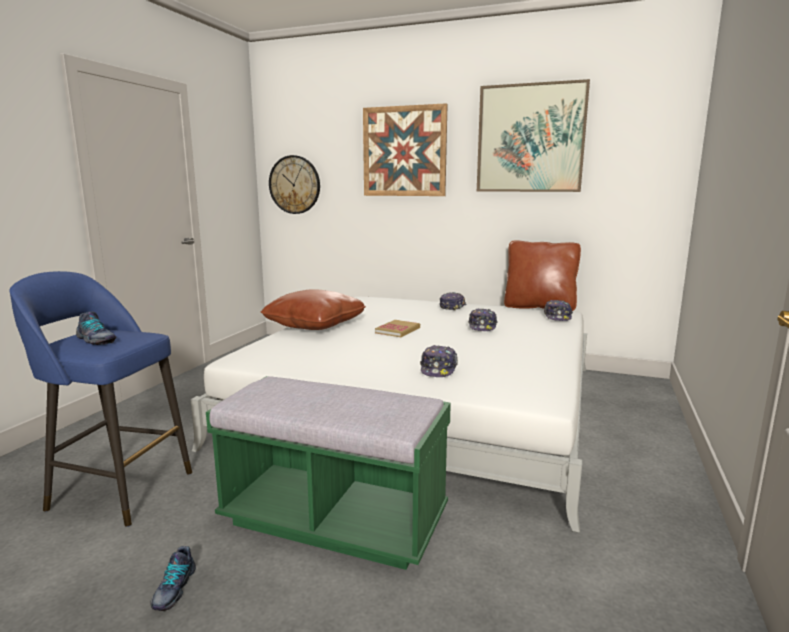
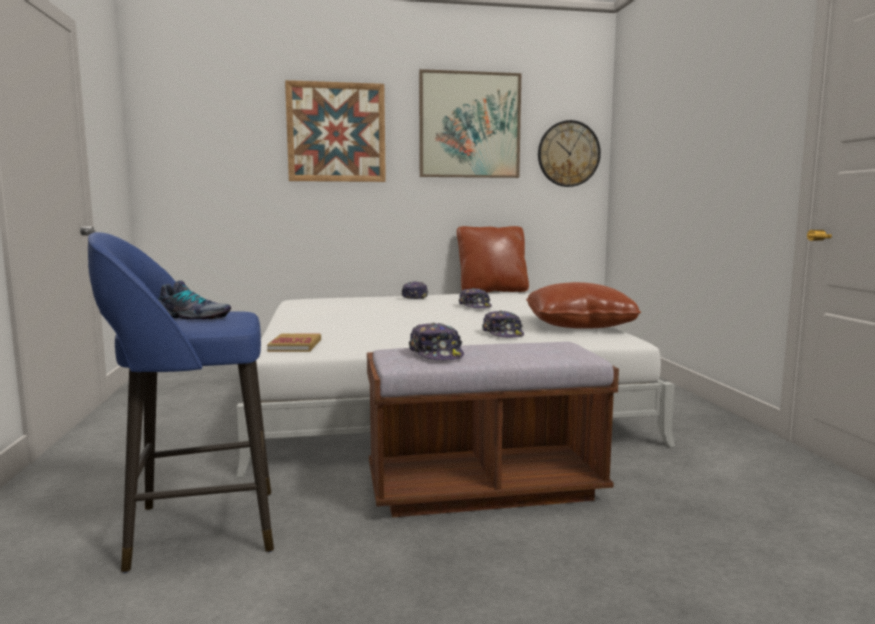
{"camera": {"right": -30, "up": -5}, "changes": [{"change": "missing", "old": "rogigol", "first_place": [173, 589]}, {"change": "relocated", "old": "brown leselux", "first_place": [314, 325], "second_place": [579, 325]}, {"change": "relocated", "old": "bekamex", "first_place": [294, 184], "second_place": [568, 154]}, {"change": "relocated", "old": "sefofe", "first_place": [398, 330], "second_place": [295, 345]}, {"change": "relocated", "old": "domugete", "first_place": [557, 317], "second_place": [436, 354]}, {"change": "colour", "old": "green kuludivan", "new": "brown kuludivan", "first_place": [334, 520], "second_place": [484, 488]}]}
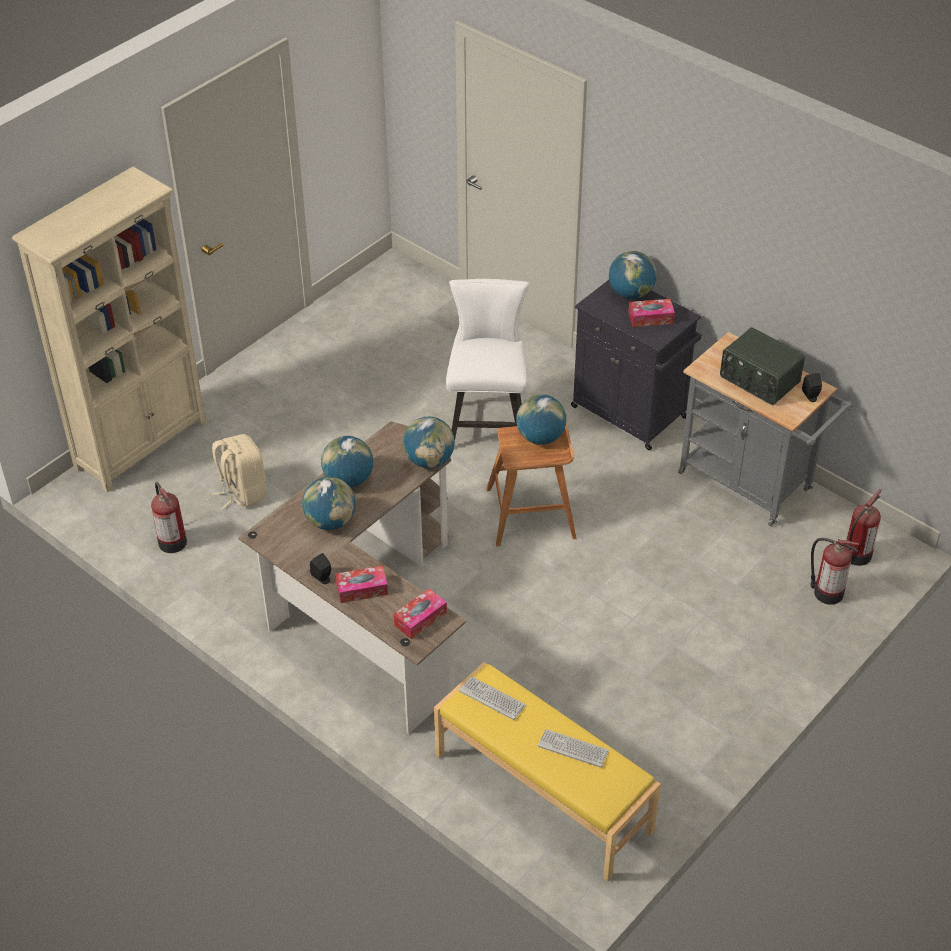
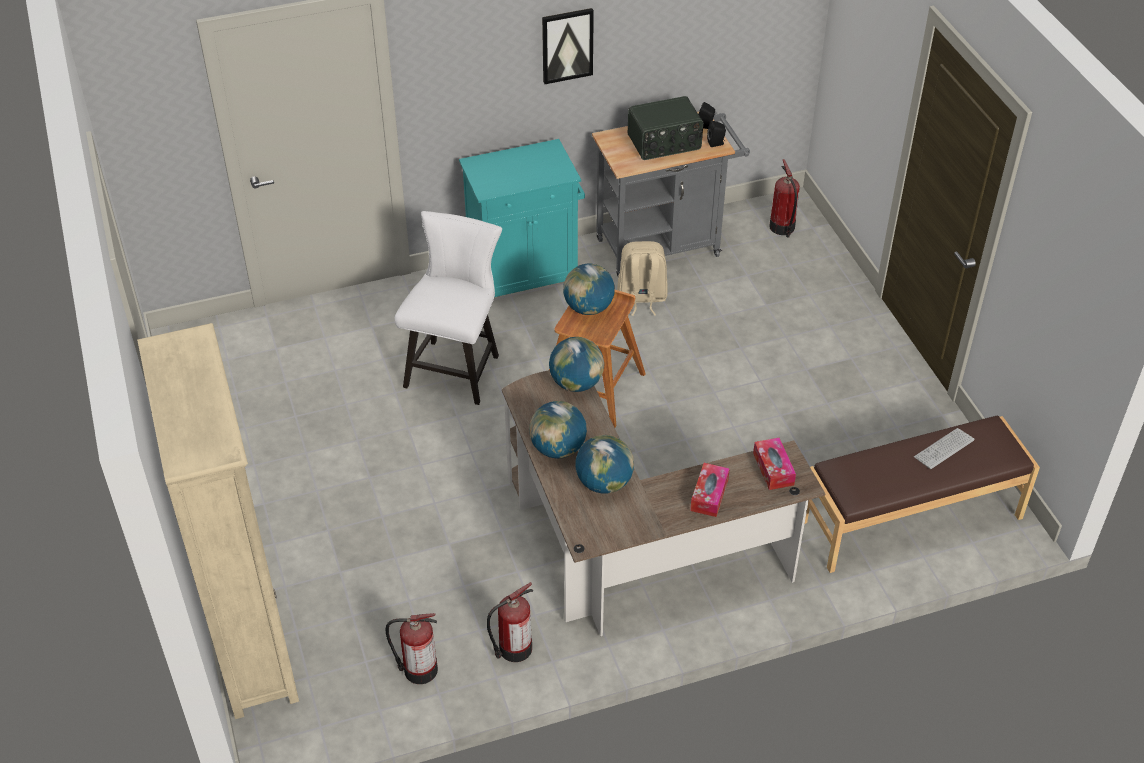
{"camera": {"right": -60, "up": 0}, "changes": [{"change": "missing", "old": "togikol", "first_place": [492, 698]}, {"change": "missing", "old": "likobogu", "first_place": [631, 293]}, {"change": "missing", "old": "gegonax", "first_place": [650, 318]}, {"change": "appeared", "new": "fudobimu", "second_place": [567, 45]}, {"change": "relocated", "old": "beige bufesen", "first_place": [242, 492], "second_place": [641, 298]}, {"change": "relocated", "old": "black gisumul", "first_place": [323, 578], "second_place": [716, 143]}, {"change": "relocated", "old": "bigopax", "first_place": [826, 592], "second_place": [513, 649]}, {"change": "colour", "old": "yellow kuludivan", "new": "brown kuludivan", "first_place": [542, 793], "second_place": [911, 519]}, {"change": "colour", "old": "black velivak", "new": "turquoise velivak", "first_place": [631, 413], "second_place": [525, 274]}, {"change": "spun", "old": "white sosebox", "first_place": [487, 422], "second_place": [456, 367], "degrees": 75}]}
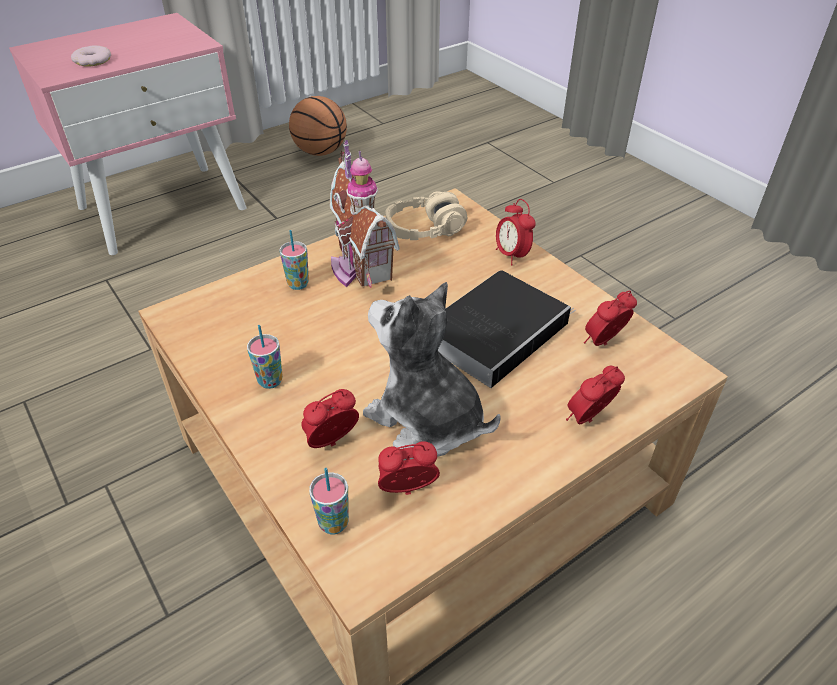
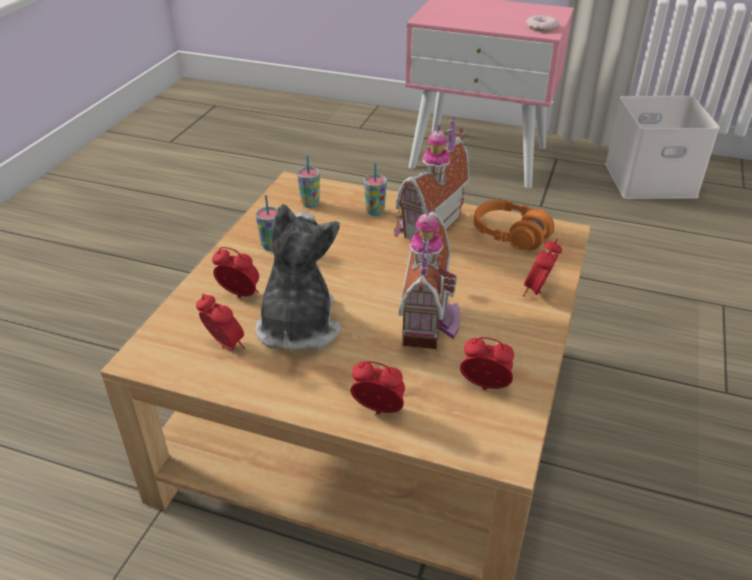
{"camera": {"right": 55, "up": -5}, "changes": [{"change": "relocated", "old": "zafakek", "first_place": [93, 61], "second_place": [541, 27]}, {"change": "relocated", "old": "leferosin", "first_place": [333, 523], "second_place": [310, 204]}, {"change": "exchanged", "old": "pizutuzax", "new": "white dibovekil", "first_place": [320, 152], "second_place": [648, 180]}, {"change": "exchanged", "old": "sefofe", "new": "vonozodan", "first_place": [497, 331], "second_place": [431, 322]}, {"change": "colour", "old": "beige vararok", "new": "orange vararok", "first_place": [425, 229], "second_place": [511, 235]}]}
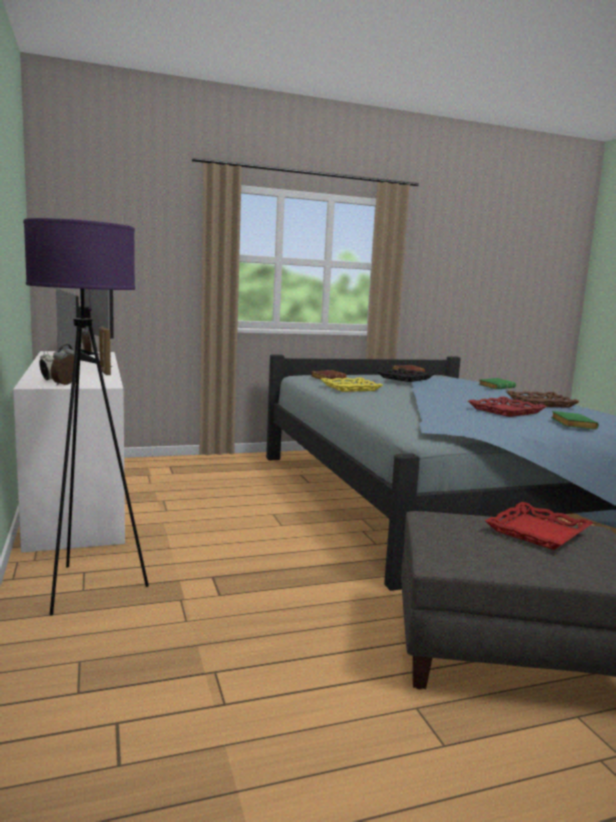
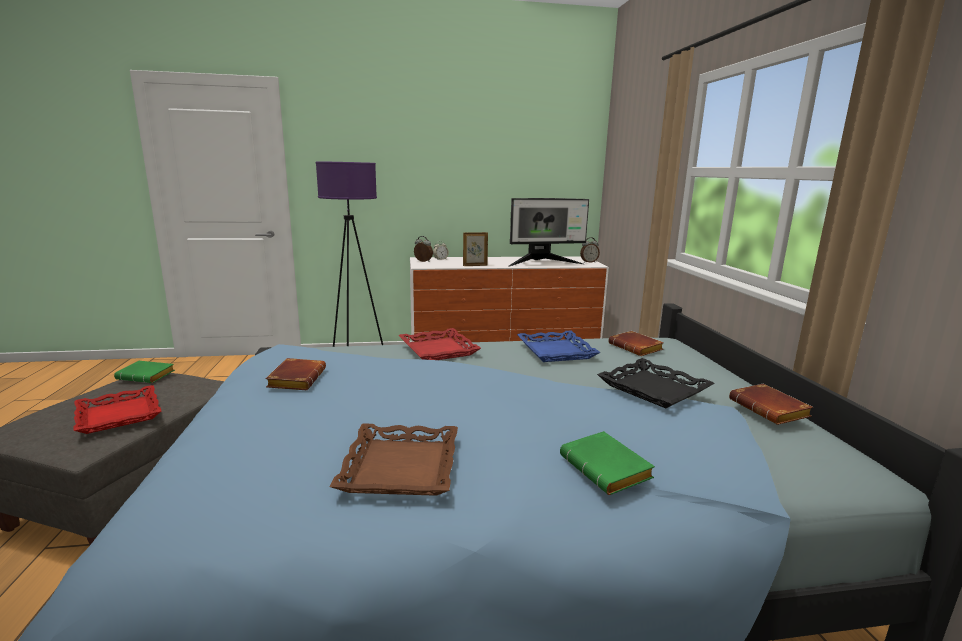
{"camera": {"right": 100, "up": 5}, "changes": [{"change": "appeared", "new": "brown sefofe", "second_place": [296, 379]}, {"change": "relocated", "old": "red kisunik", "first_place": [505, 411], "second_place": [439, 350]}, {"change": "relocated", "old": "green sefofe", "first_place": [571, 424], "second_place": [148, 376]}, {"change": "colour", "old": "yellow kisunik", "new": "blue kisunik", "first_place": [351, 388], "second_place": [555, 351]}]}
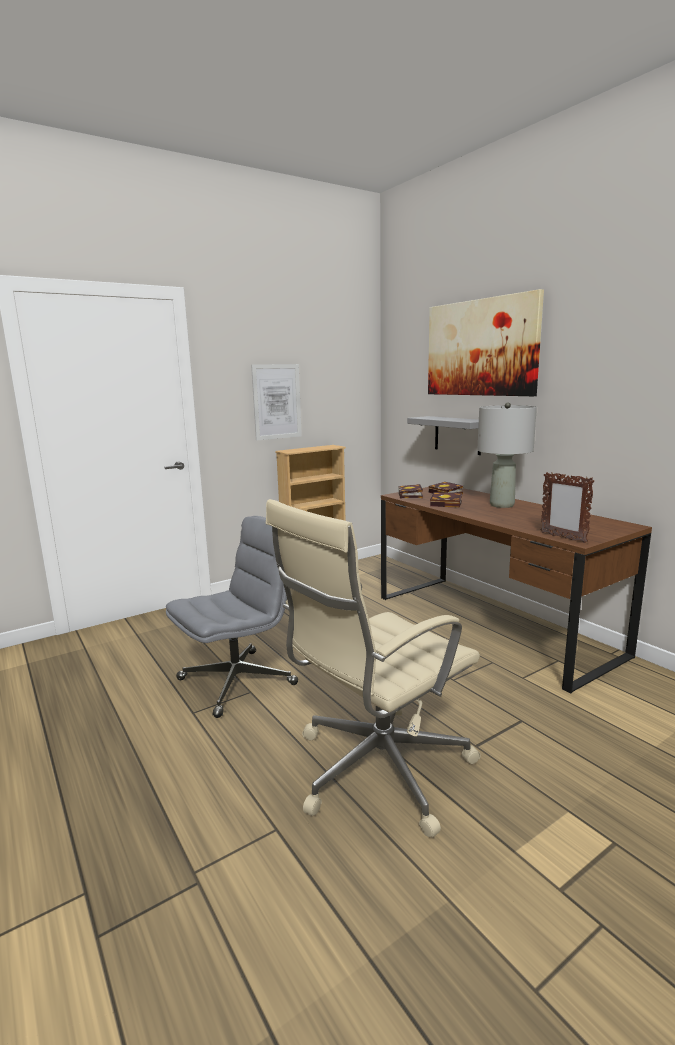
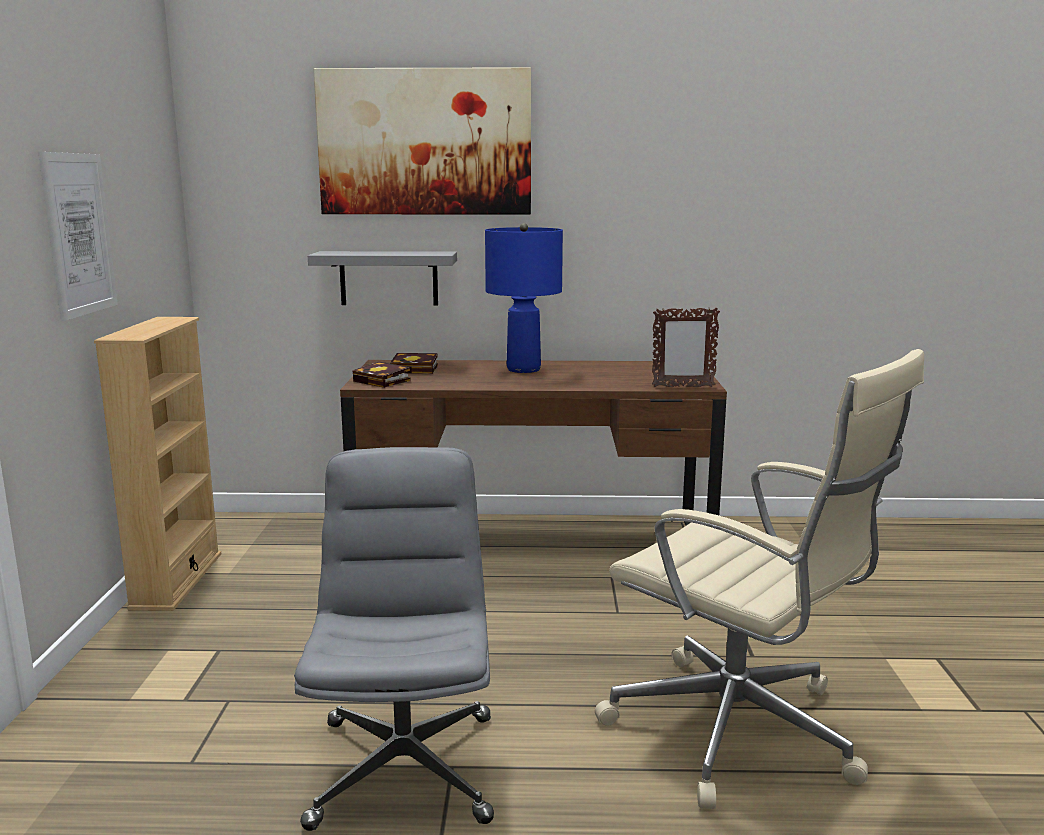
{"camera": {"right": -55, "up": 0}, "changes": [{"change": "missing", "old": "sefofe", "first_place": [447, 504]}, {"change": "colour", "old": "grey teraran", "new": "blue teraran", "first_place": [501, 505], "second_place": [523, 369]}, {"change": "spun", "old": "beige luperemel", "first_place": [376, 770], "second_place": [740, 733], "degrees": -45}]}
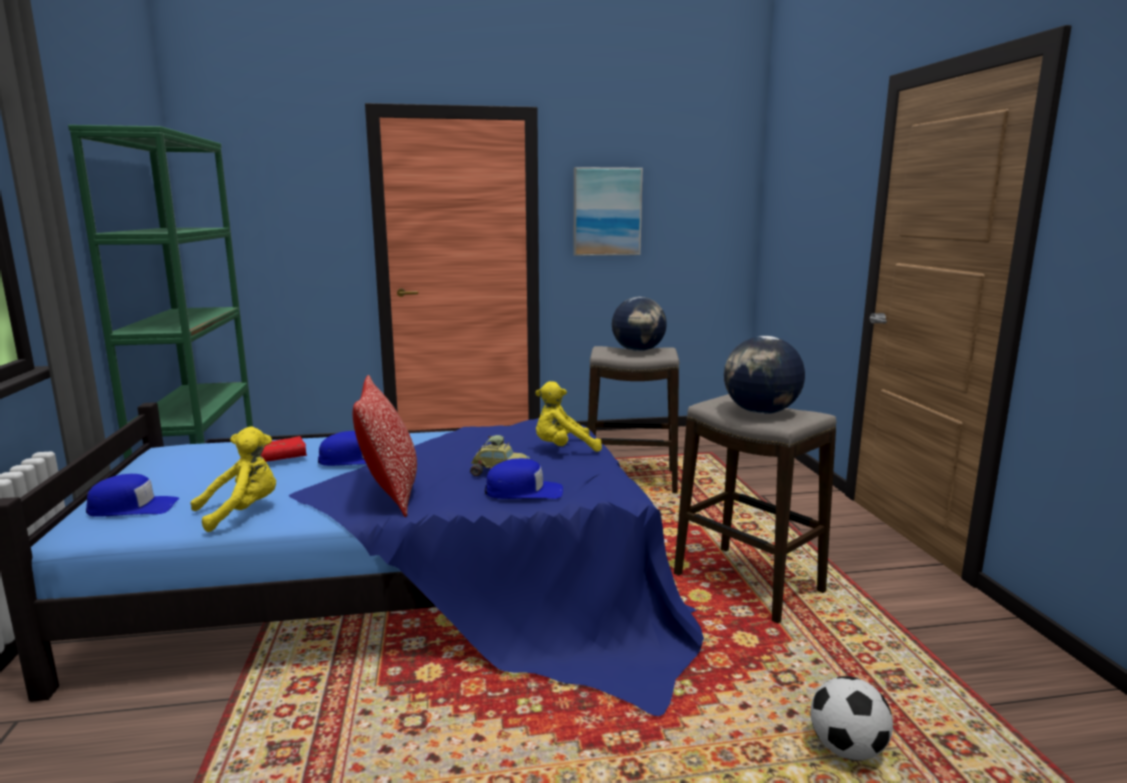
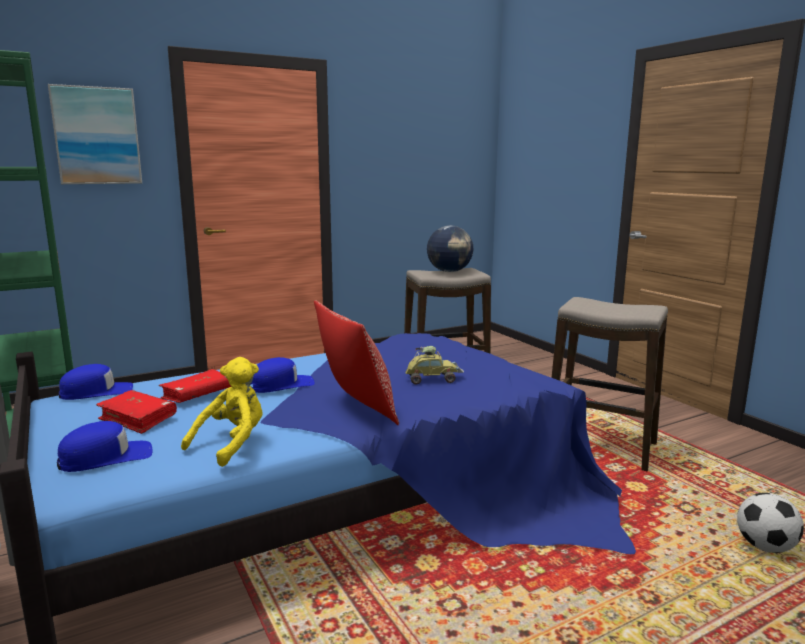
{"camera": {"right": -20, "up": 0}, "changes": [{"change": "missing", "old": "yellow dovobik", "first_place": [563, 449]}, {"change": "missing", "old": "likobogu", "first_place": [761, 412]}, {"change": "appeared", "new": "red sefofe", "second_place": [138, 419]}, {"change": "relocated", "old": "blue domugete", "first_place": [524, 491], "second_place": [97, 392]}, {"change": "relocated", "old": "fudobimu", "first_place": [607, 212], "second_place": [96, 136]}]}
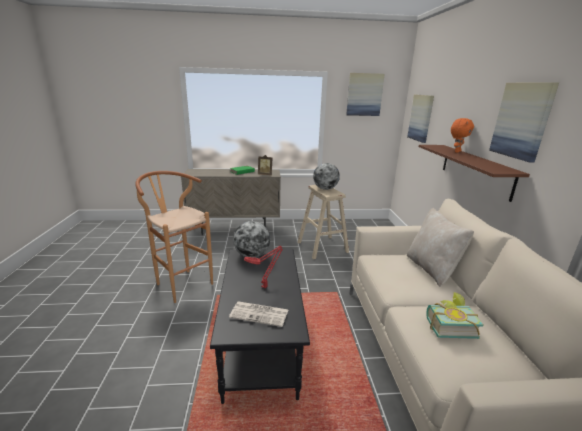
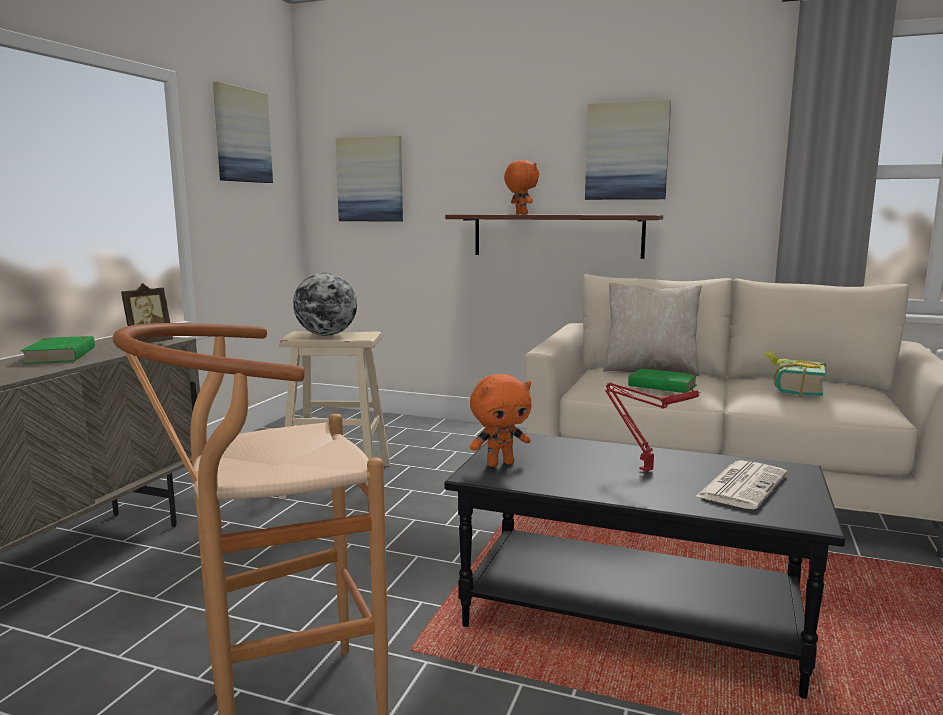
{"camera": {"right": -65, "up": -10}, "changes": [{"change": "appeared", "new": "green sefofe", "second_place": [662, 385]}, {"change": "exchanged", "old": "likobogu", "new": "orange dovobik", "first_place": [252, 255], "second_place": [500, 463]}]}
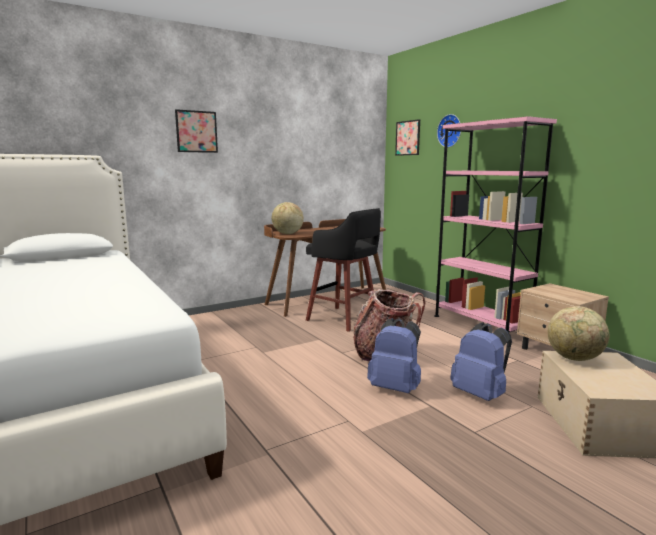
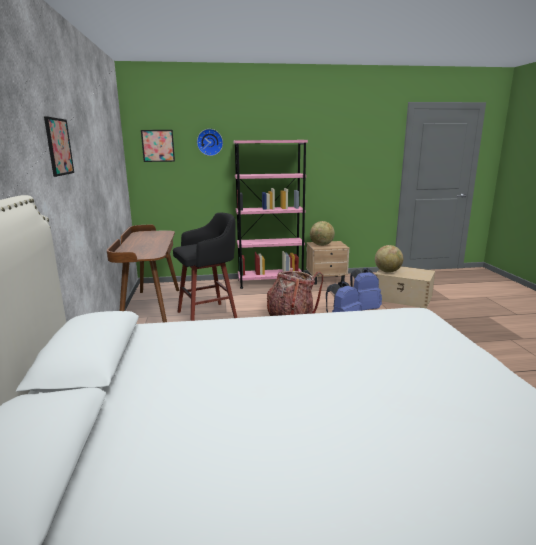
{"camera": {"right": -65, "up": 5}, "changes": [{"change": "relocated", "old": "likobogu", "first_place": [287, 234], "second_place": [321, 245]}]}
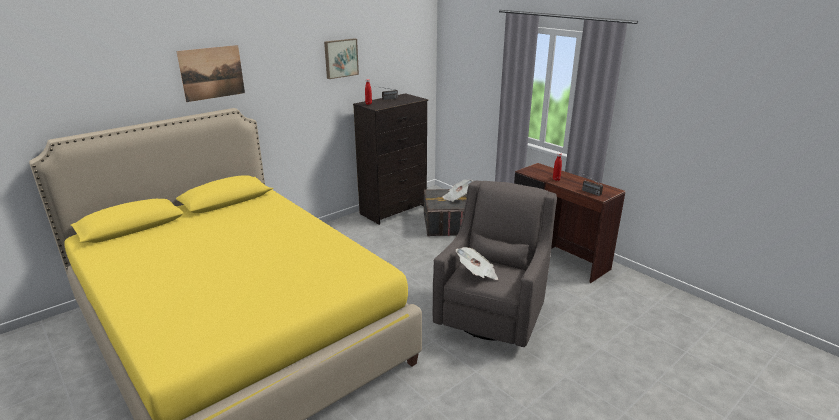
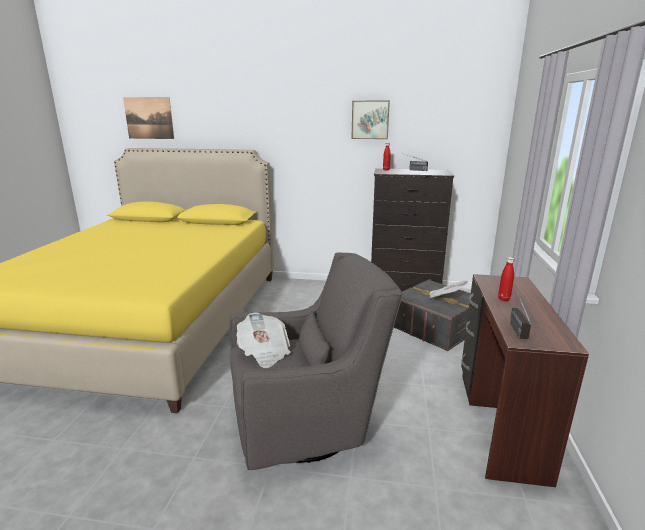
{"camera": {"right": 50, "up": -5}, "changes": [{"change": "relocated", "old": "fudobimu", "first_place": [212, 73], "second_place": [149, 118]}]}
